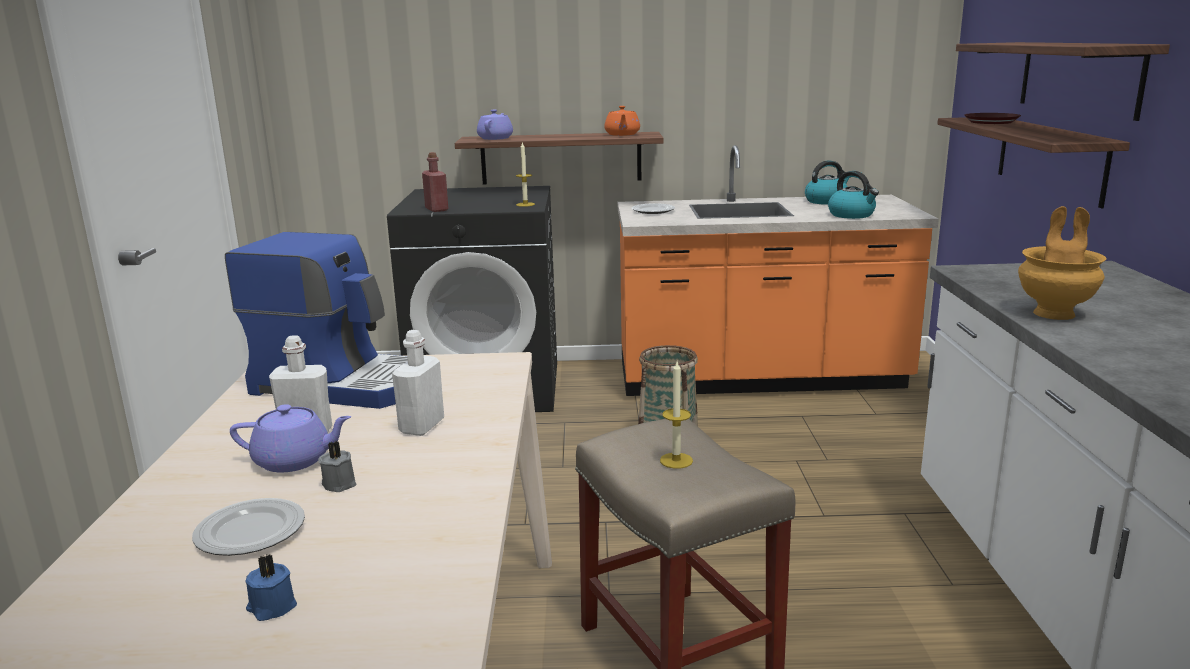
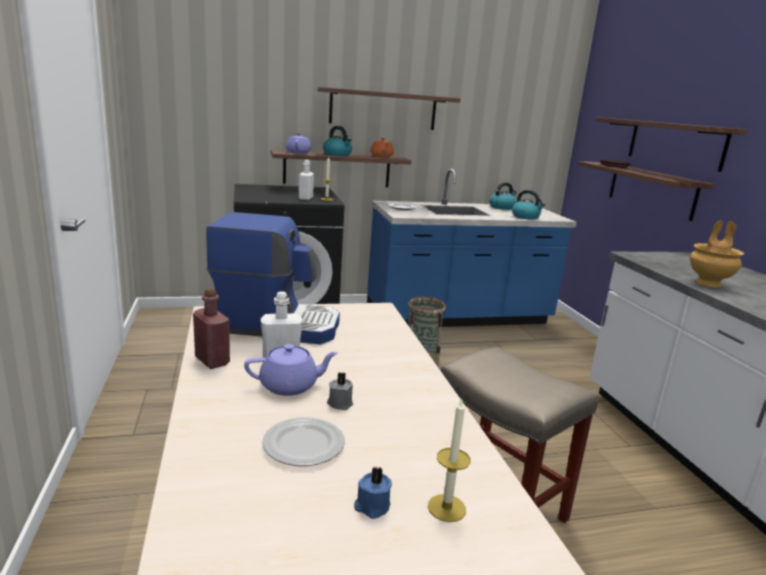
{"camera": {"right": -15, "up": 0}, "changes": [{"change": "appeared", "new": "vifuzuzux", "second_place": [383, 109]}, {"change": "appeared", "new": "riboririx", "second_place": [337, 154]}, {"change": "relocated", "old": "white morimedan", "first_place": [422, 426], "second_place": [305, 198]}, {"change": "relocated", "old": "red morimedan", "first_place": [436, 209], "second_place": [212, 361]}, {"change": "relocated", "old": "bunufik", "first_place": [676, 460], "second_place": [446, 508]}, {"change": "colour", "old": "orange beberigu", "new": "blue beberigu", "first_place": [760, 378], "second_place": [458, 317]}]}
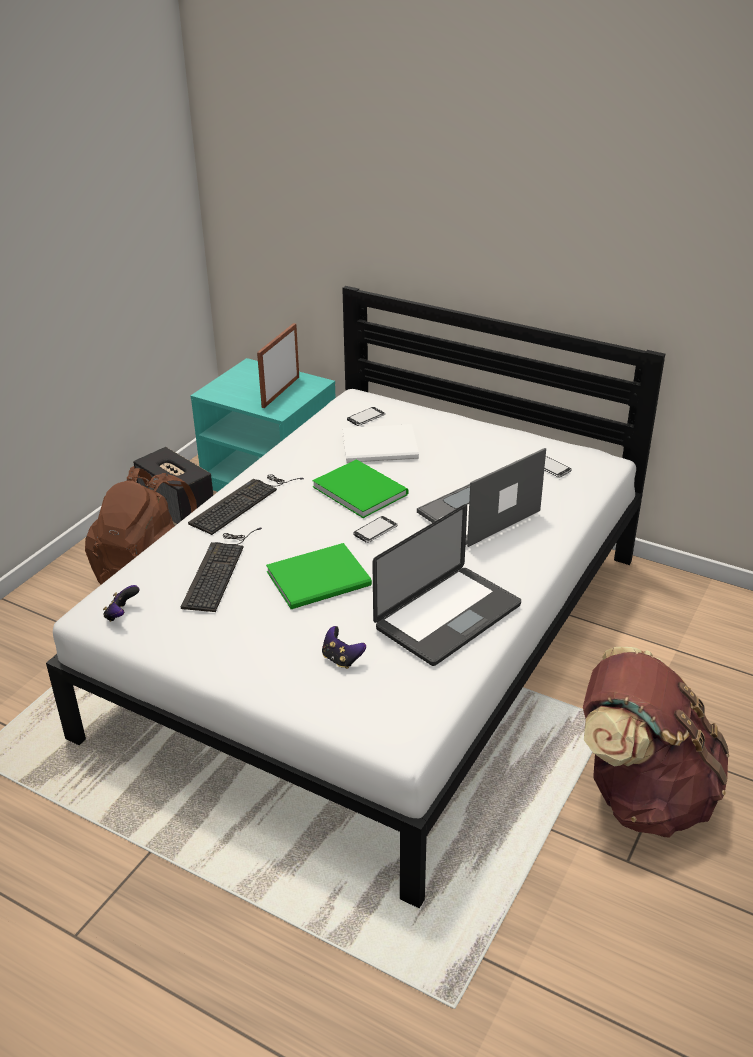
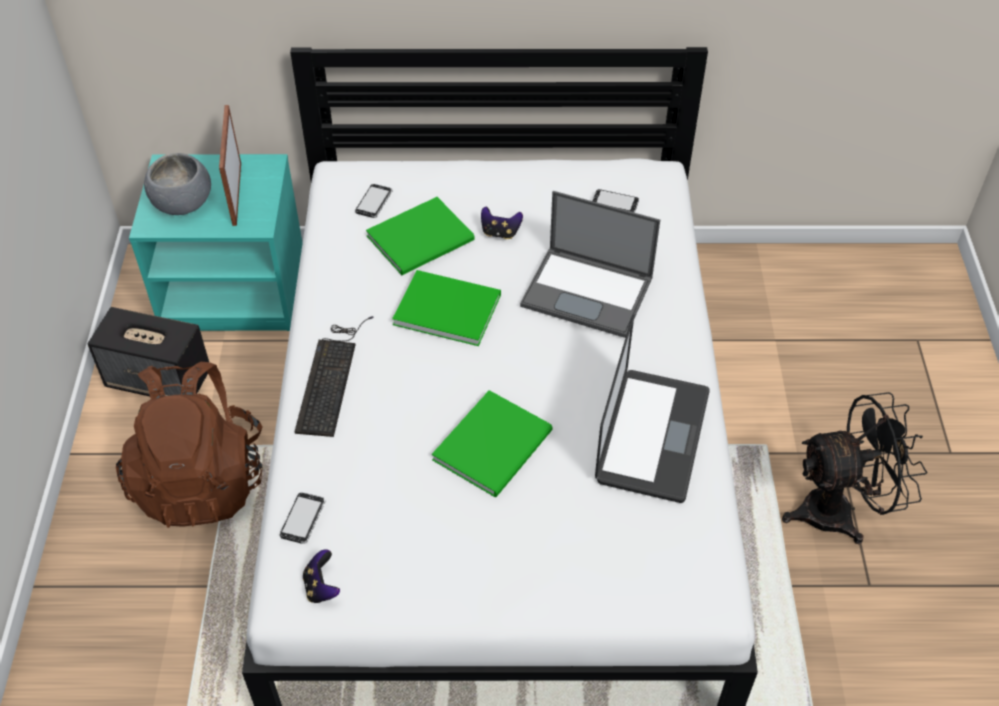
{"camera": {"right": -30, "up": 15}, "changes": [{"change": "missing", "old": "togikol", "first_place": [219, 569]}, {"change": "appeared", "new": "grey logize", "second_place": [183, 203]}, {"change": "relocated", "old": "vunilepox", "first_place": [341, 659], "second_place": [500, 233]}, {"change": "relocated", "old": "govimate", "first_place": [375, 531], "second_place": [303, 519]}, {"change": "exchanged", "old": "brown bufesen", "new": "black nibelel", "first_place": [641, 794], "second_place": [839, 511]}, {"change": "colour", "old": "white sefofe", "new": "green sefofe", "first_place": [382, 447], "second_place": [424, 239]}, {"change": "spun", "old": "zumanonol", "first_place": [478, 512], "second_place": [588, 292], "degrees": -90}]}
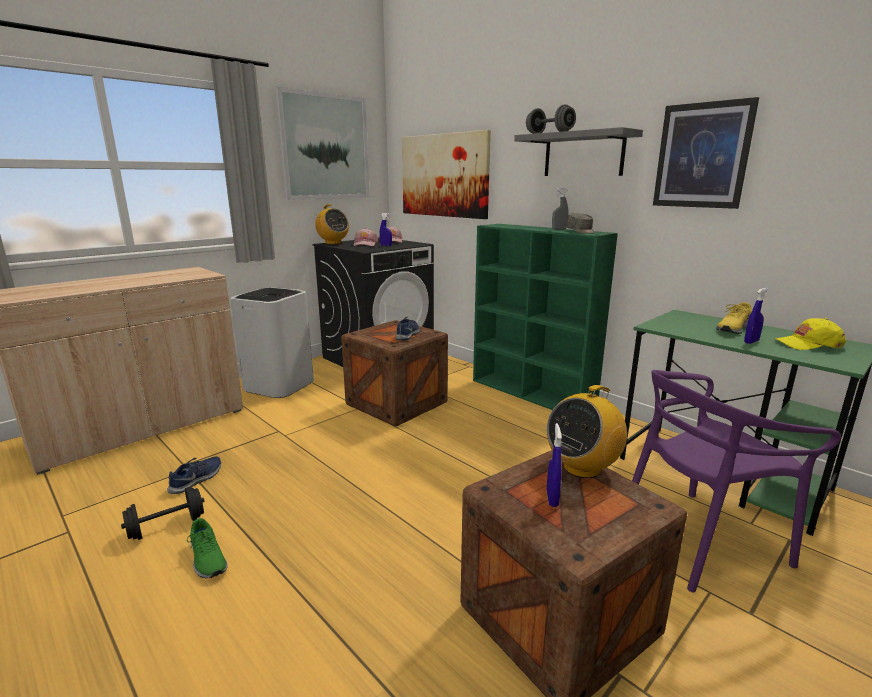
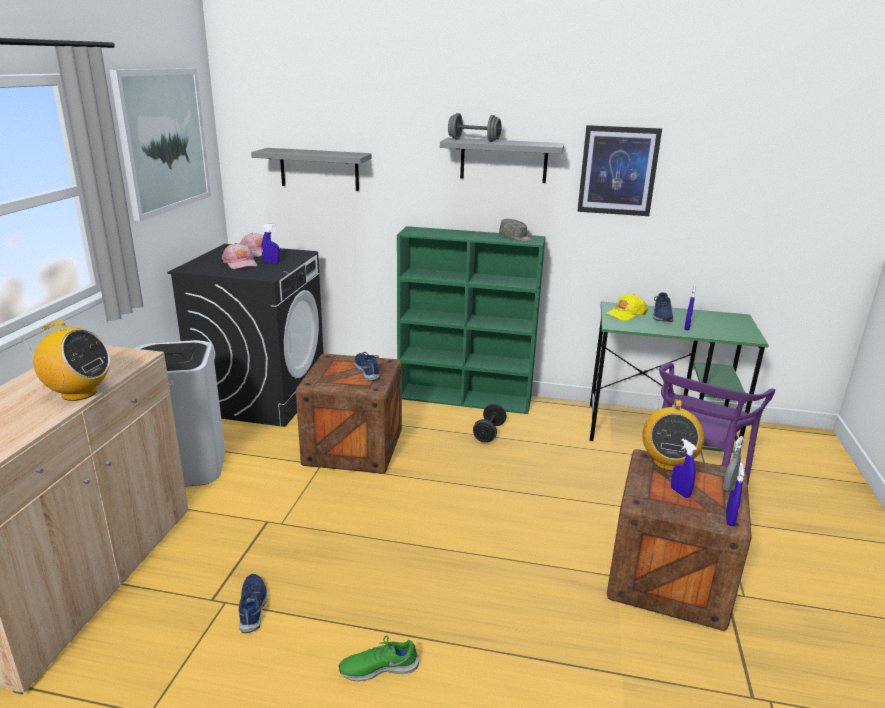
{"camera": {"right": -35, "up": 5}, "changes": [{"change": "appeared", "new": "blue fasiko", "second_place": [729, 520]}, {"change": "relocated", "old": "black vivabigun", "first_place": [167, 526], "second_place": [489, 433]}, {"change": "relocated", "old": "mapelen", "first_place": [333, 243], "second_place": [78, 393]}, {"change": "relocated", "old": "grey fasiko", "first_place": [559, 229], "second_place": [728, 487]}, {"change": "relocated", "old": "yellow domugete", "first_place": [808, 344], "second_place": [625, 314]}, {"change": "exchanged", "old": "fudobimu", "new": "grey vifuzuzux", "first_place": [444, 175], "second_place": [319, 169]}, {"change": "colour", "old": "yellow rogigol", "new": "blue rogigol", "first_place": [732, 328], "second_place": [661, 316]}, {"change": "spun", "old": "green rogigol", "first_place": [207, 559], "second_place": [378, 667], "degrees": 150}]}
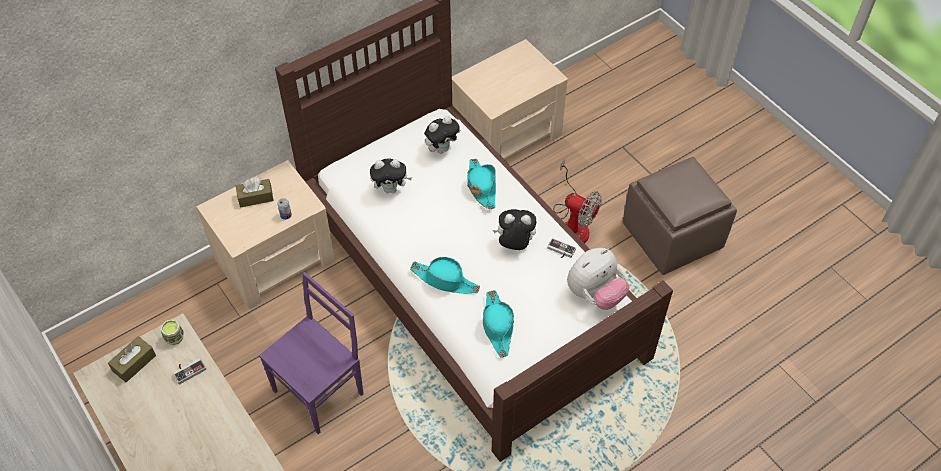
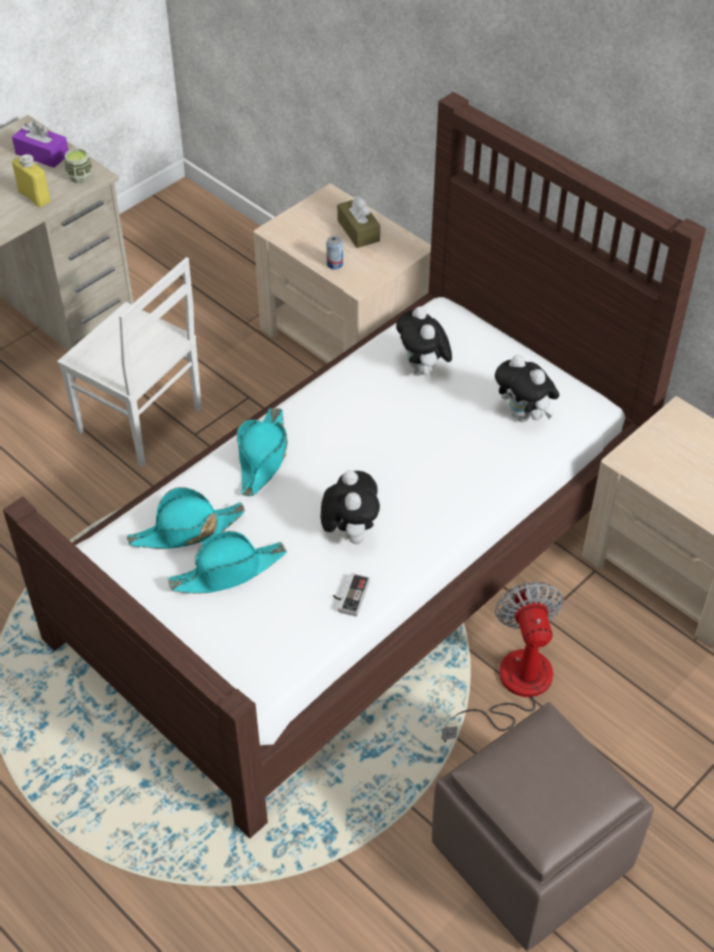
{"camera": {"right": 80, "up": -5}, "changes": [{"change": "missing", "old": "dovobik", "first_place": [595, 294]}, {"change": "relocated", "old": "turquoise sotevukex", "first_place": [481, 186], "second_place": [228, 571]}, {"change": "exchanged", "old": "vunilepox", "new": "yellow morimedan", "first_place": [188, 370], "second_place": [34, 197]}, {"change": "colour", "old": "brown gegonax", "new": "purple gegonax", "first_place": [134, 363], "second_place": [42, 154]}, {"change": "colour", "old": "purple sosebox", "new": "white sosebox", "first_place": [320, 392], "second_place": [140, 422]}, {"change": "spun", "old": "nibelel", "first_place": [572, 224], "second_place": [512, 687], "degrees": 150}]}
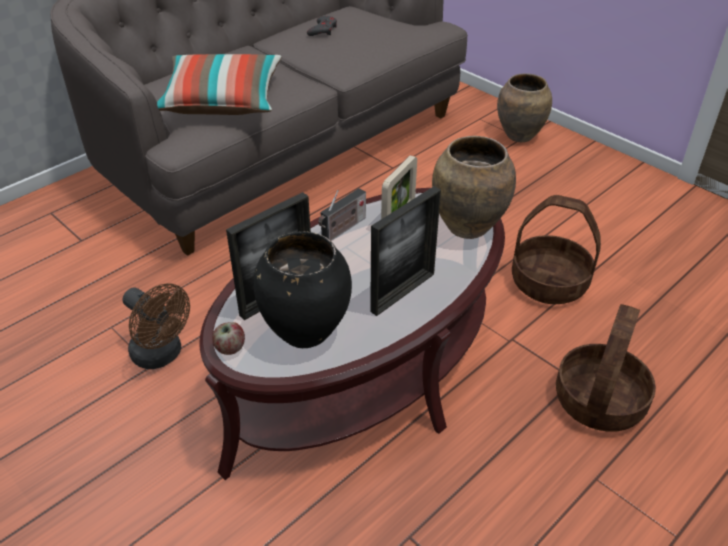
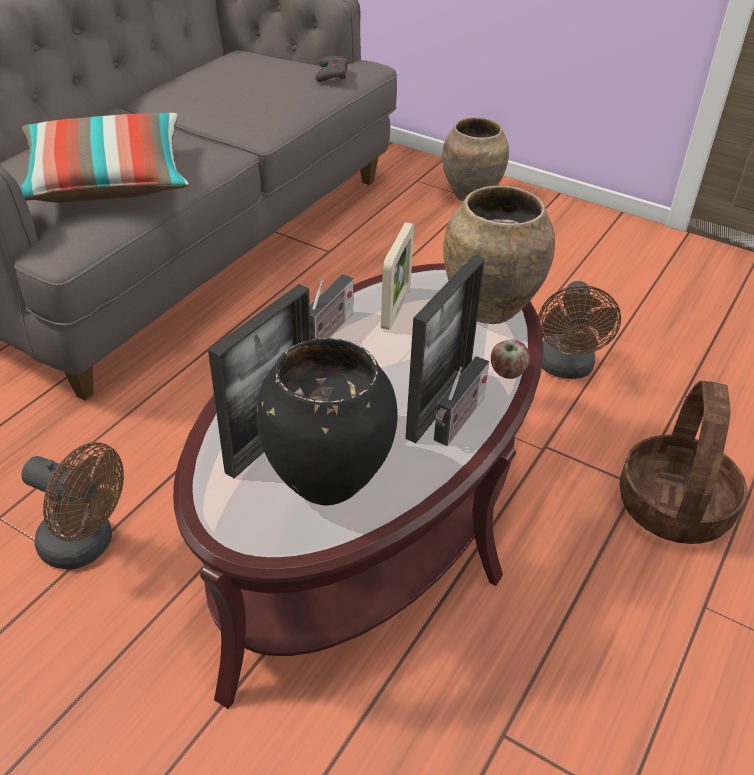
{"camera": {"right": -15, "up": 0}, "changes": [{"change": "appeared", "new": "mapelen", "second_place": [458, 421]}, {"change": "relocated", "old": "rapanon", "first_place": [230, 348], "second_place": [507, 372]}, {"change": "relocated", "old": "grey vunilepox", "first_place": [323, 30], "second_place": [332, 74]}, {"change": "exchanged", "old": "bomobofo", "new": "brown nibelel", "first_place": [549, 282], "second_place": [566, 369]}]}
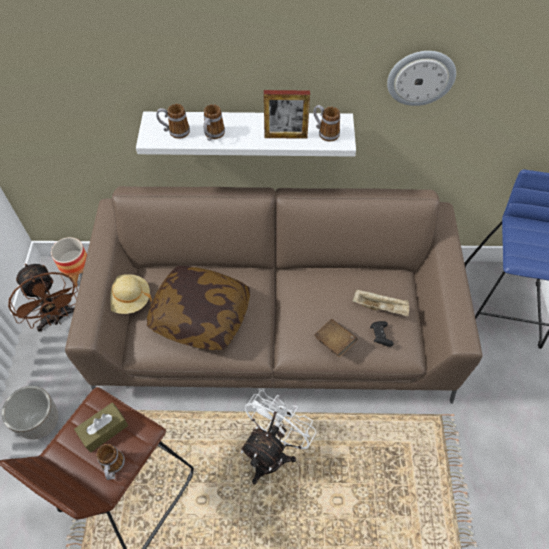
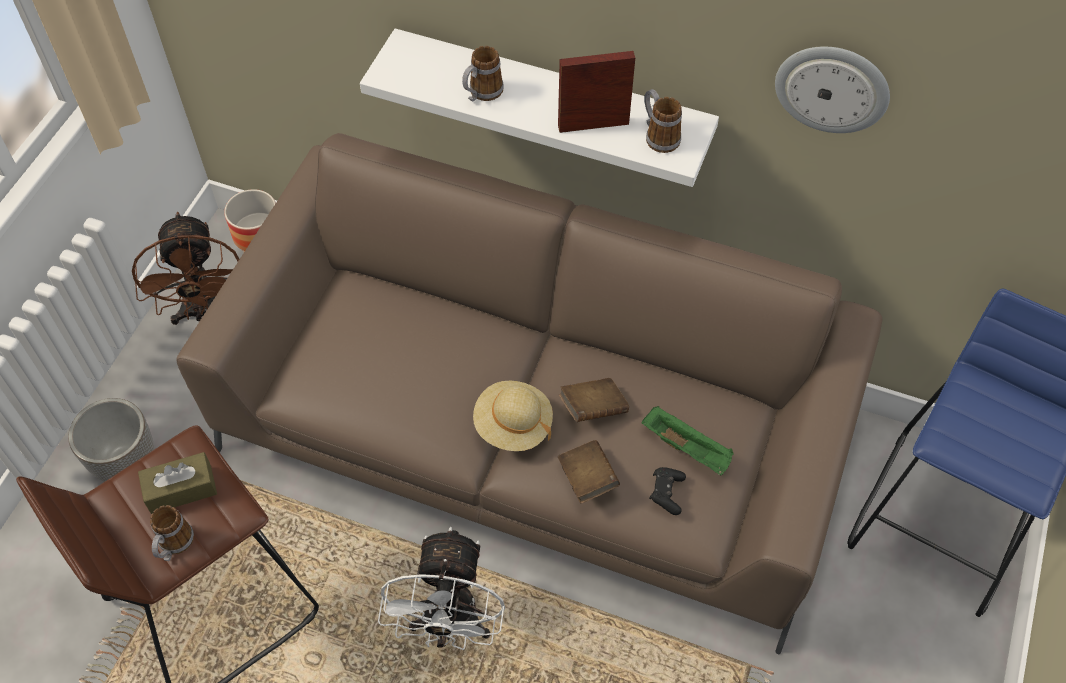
{"camera": {"right": 20, "up": 0}, "changes": [{"change": "missing", "old": "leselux", "first_place": [201, 315]}, {"change": "missing", "old": "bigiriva", "first_place": [175, 132]}, {"change": "appeared", "new": "brown sefofe", "second_place": [593, 408]}, {"change": "relocated", "old": "beige sotevukex", "first_place": [128, 300], "second_place": [513, 425]}, {"change": "colour", "old": "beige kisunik", "new": "green kisunik", "first_place": [380, 307], "second_place": [687, 448]}, {"change": "spun", "old": "white nibelel", "first_place": [272, 451], "second_place": [450, 625], "degrees": 135}, {"change": "spun", "old": "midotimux", "first_place": [285, 136], "second_place": [593, 125], "degrees": 150}]}
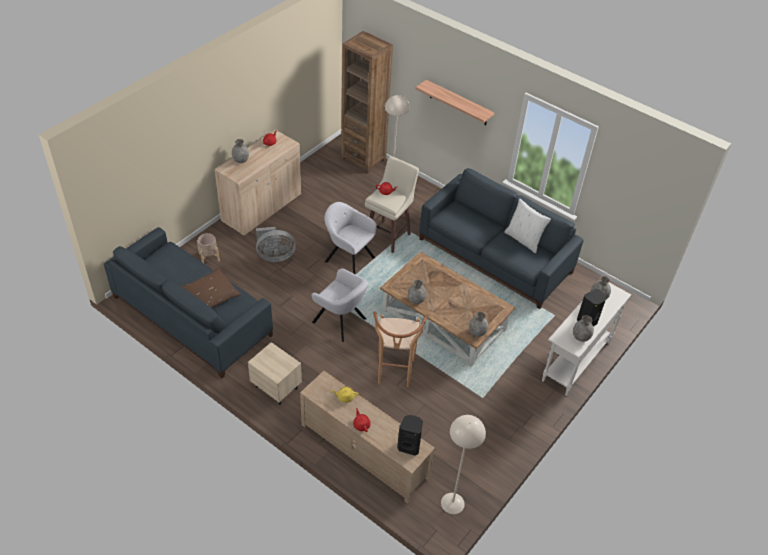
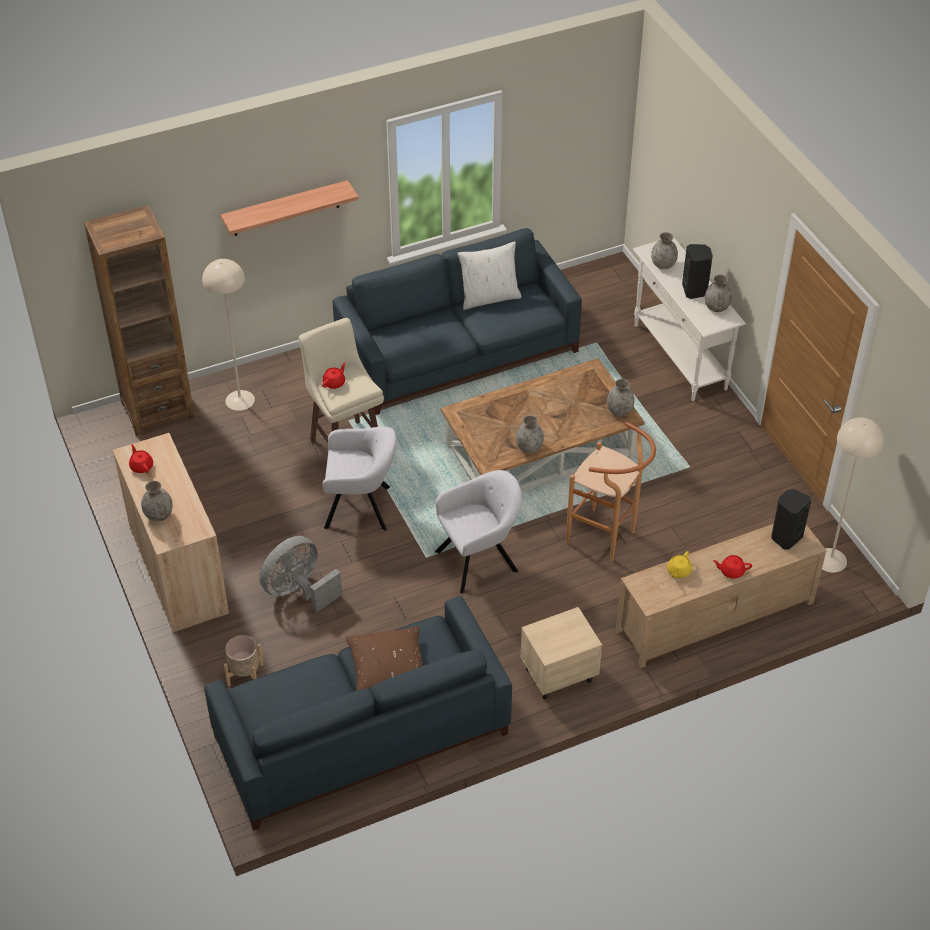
{"camera": {"right": -60, "up": 0}, "changes": [{"change": "spun", "old": "grey nibelel", "first_place": [274, 256], "second_place": [298, 591], "degrees": -150}, {"change": "spun", "old": "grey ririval", "first_place": [348, 258], "second_place": [361, 507], "degrees": -150}]}
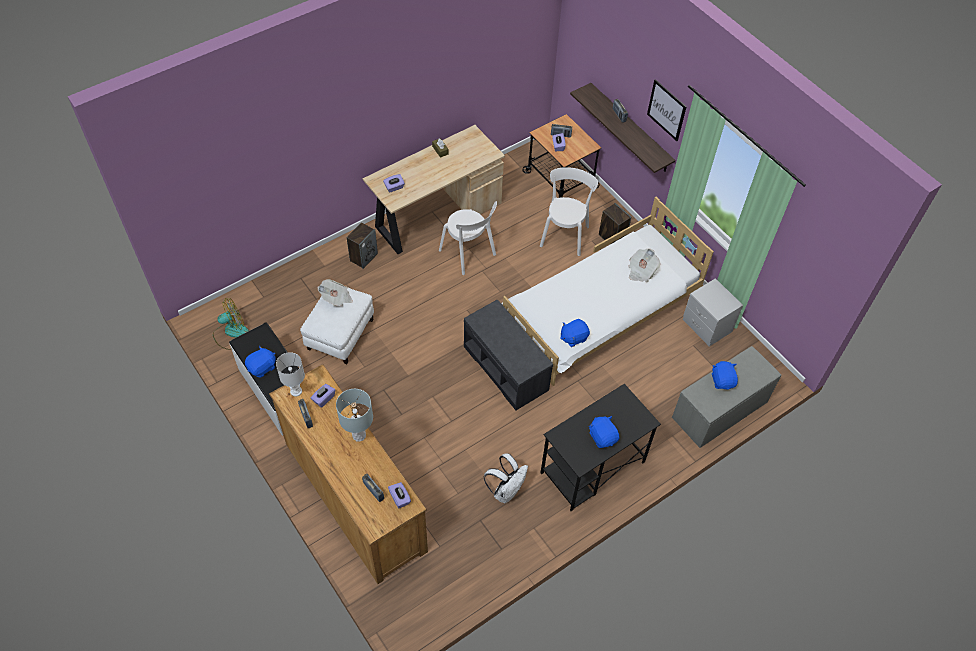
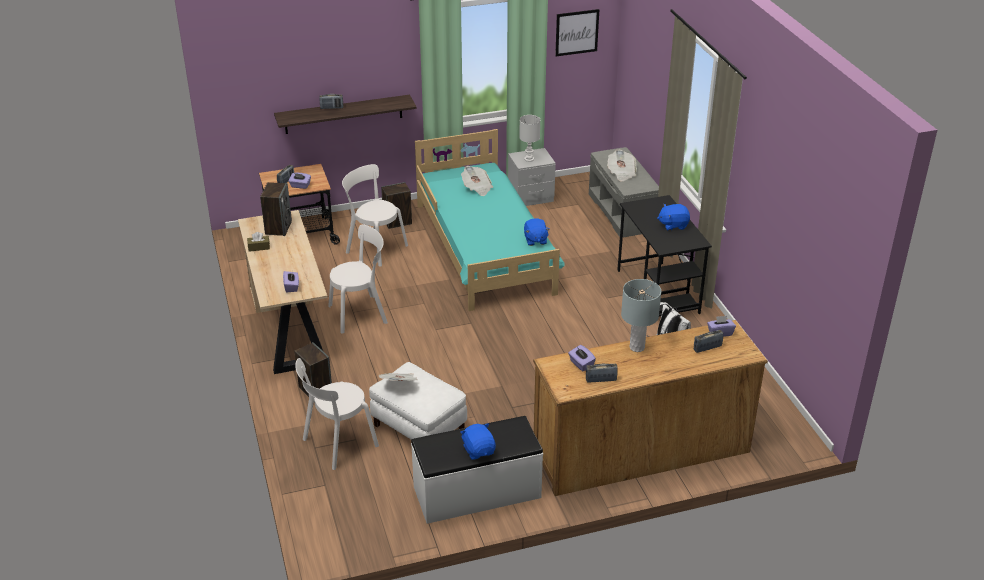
{"camera": {"right": -70, "up": -20}, "changes": [{"change": "missing", "old": "nibelel", "first_place": [230, 332]}, {"change": "missing", "old": "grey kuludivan", "first_place": [507, 368]}, {"change": "appeared", "new": "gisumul", "second_place": [278, 228]}, {"change": "appeared", "new": "white sosebox", "second_place": [337, 444]}, {"change": "relocated", "old": "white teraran", "first_place": [296, 391], "second_place": [529, 159]}, {"change": "relocated", "old": "fudobimu", "first_place": [666, 110], "second_place": [577, 32]}, {"change": "exchanged", "old": "blue dovobik", "new": "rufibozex", "first_place": [722, 380], "second_place": [621, 173]}, {"change": "colour", "old": "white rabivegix", "new": "turquoise rabivegix", "first_place": [600, 312], "second_place": [485, 249]}]}
